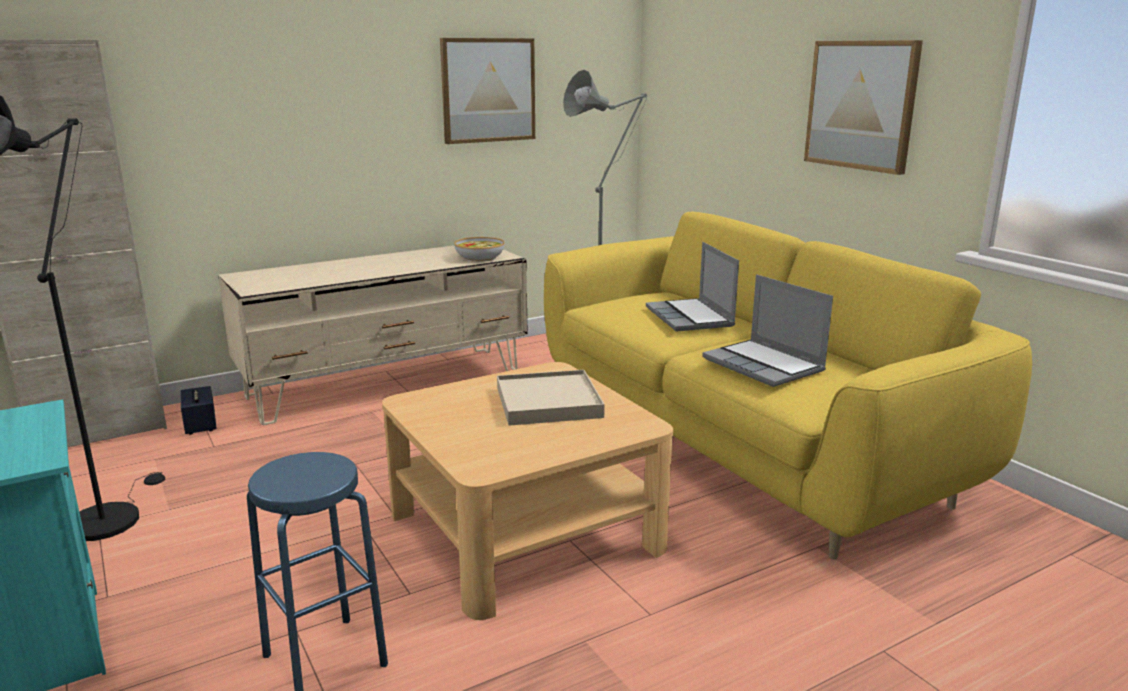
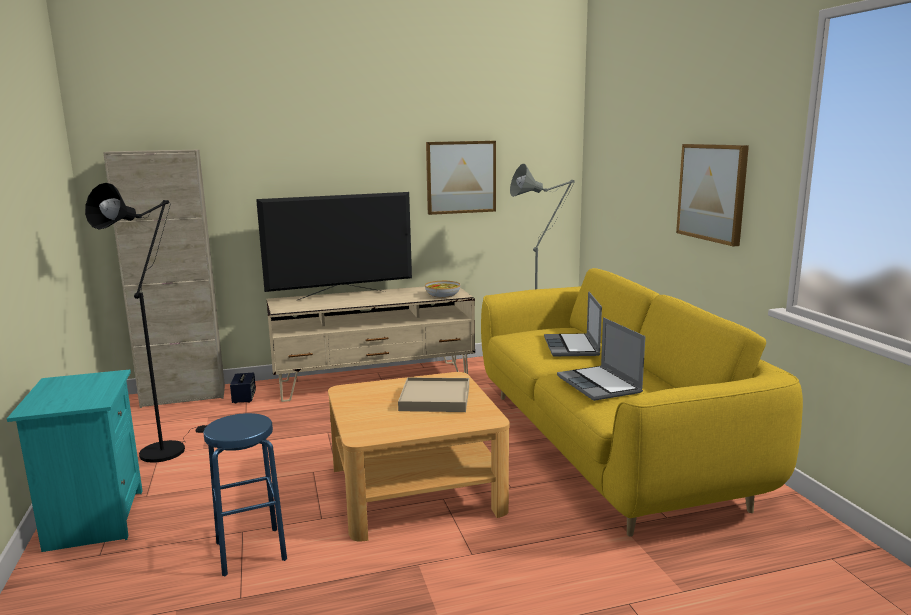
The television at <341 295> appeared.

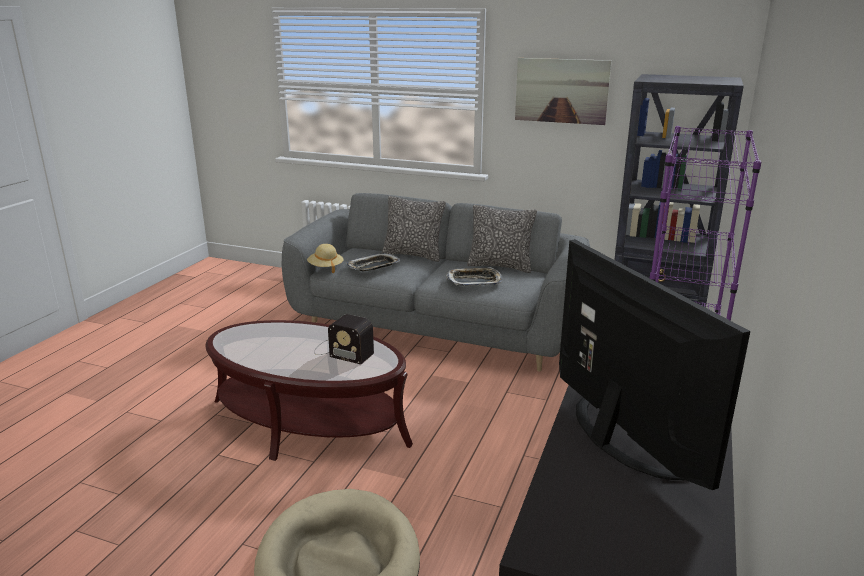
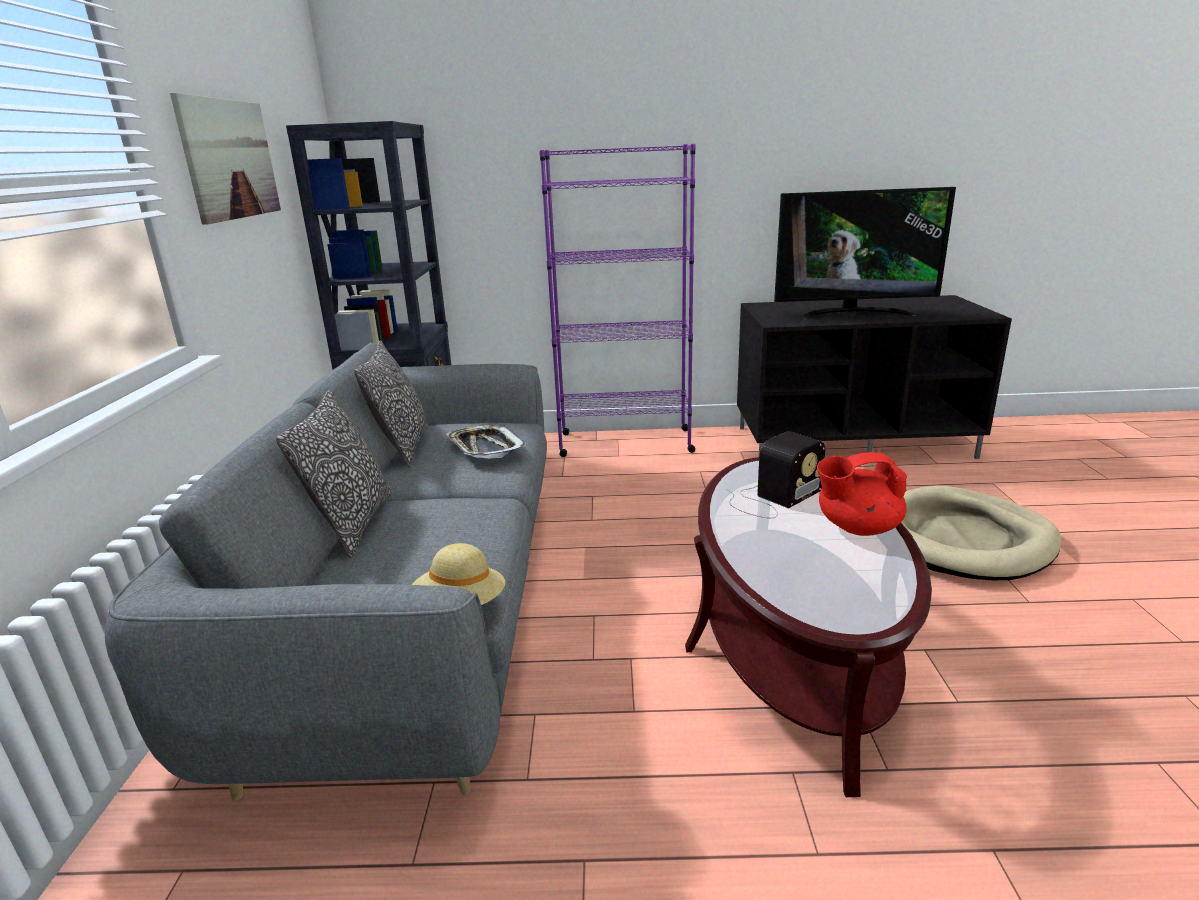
The carrying tray at <373 266> disappeared.
The reddish pot for tea at <857 528> appeared.
The radio receiver at <341 351> turned 45 degrees clockwise.
The television at <615 439> turned 135 degrees counterclockwise.

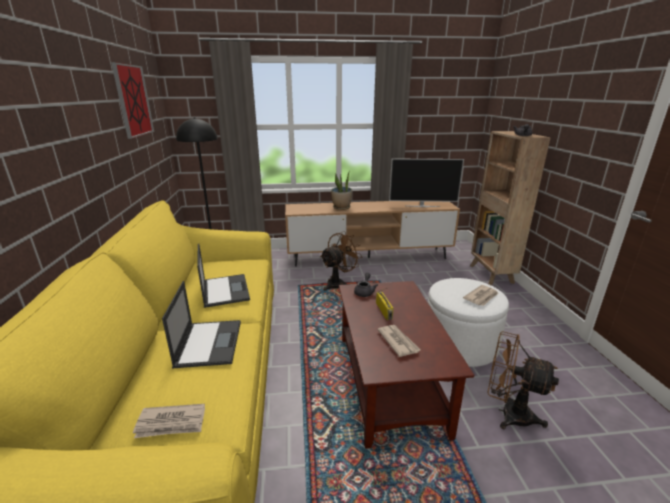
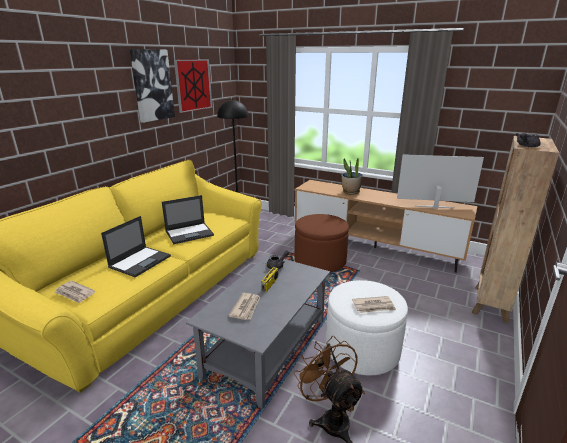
The wall picture at <152 85> appeared.
The brown-coloured electric fan at <339 283> was replaced by the brown-coloured ottoman at <320 261>.
The brown-coloured lounge table at <388 381> became the greyish lounge table at <267 346>.
The portable computer at <225 290> turned 45 degrees clockwise.
The television at <422 206> turned 150 degrees clockwise.

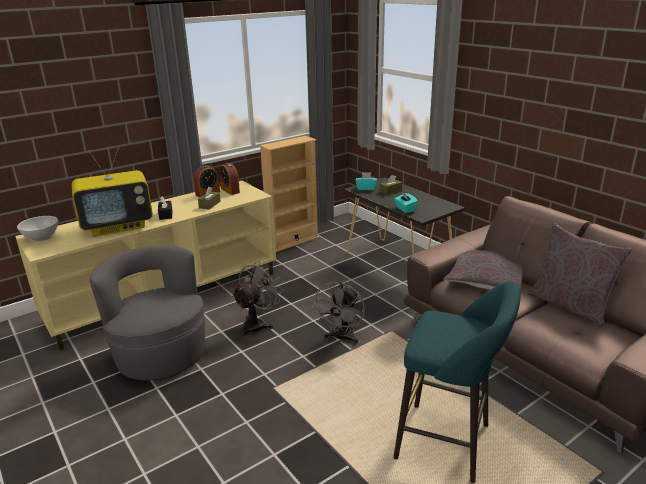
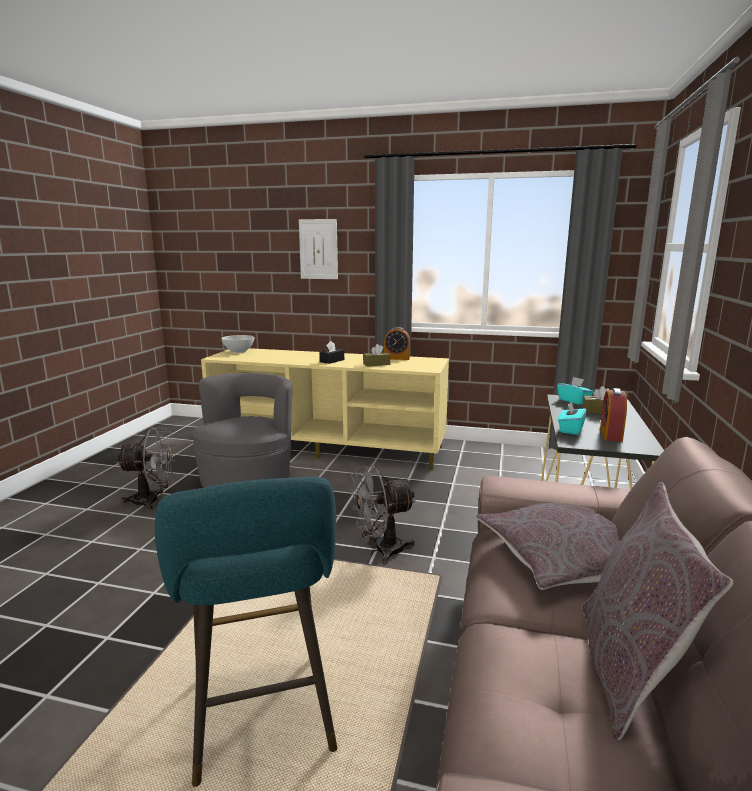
The television at <118 226> disappeared.
The beige-coloured shelving unit at <293 241> disappeared.
The wall picture at <318 249> appeared.
The bedside clock moved from <230 190> to <611 434>.
The greyish electric fan moved from <257 324> to <152 501>.

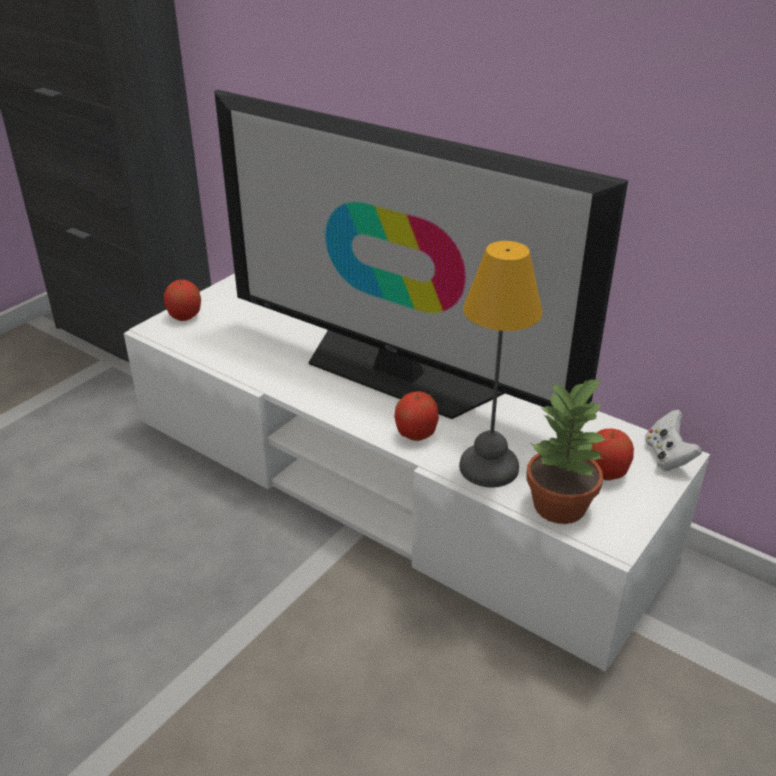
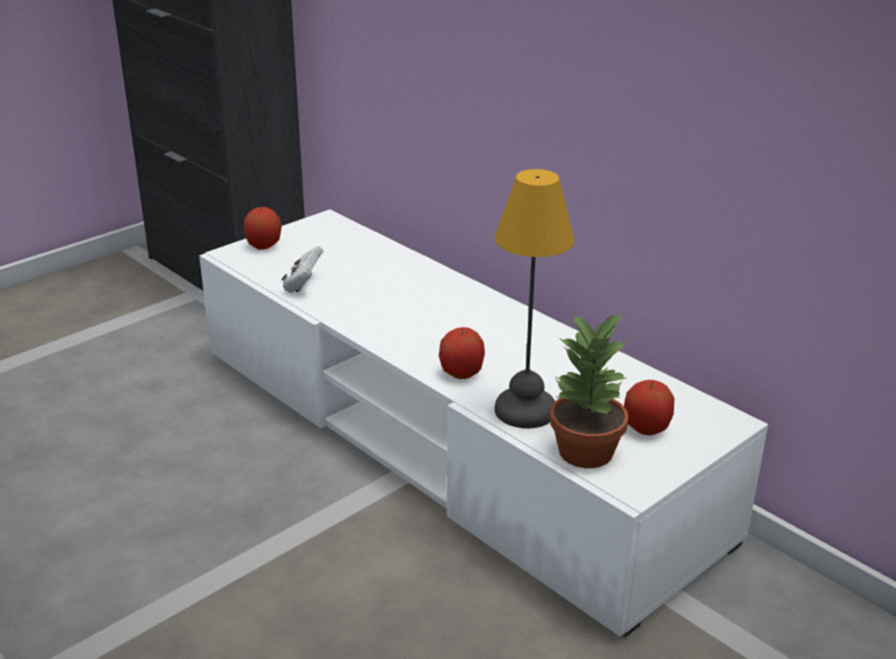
The television at <398 373> disappeared.
The white gamepad moved from <667 456> to <303 285>.

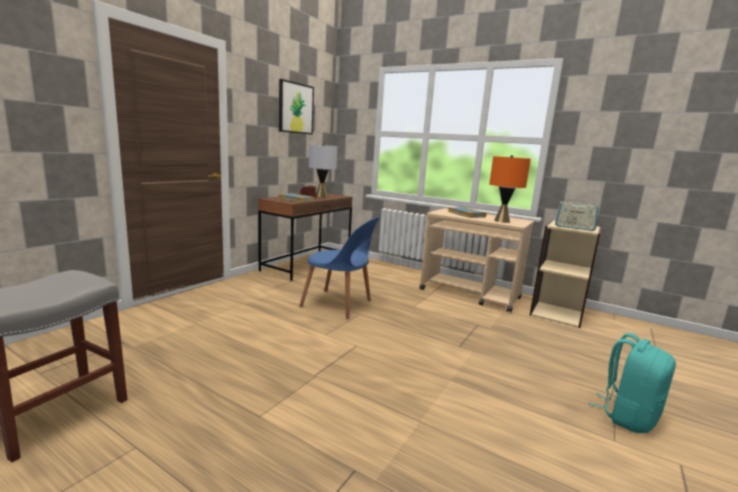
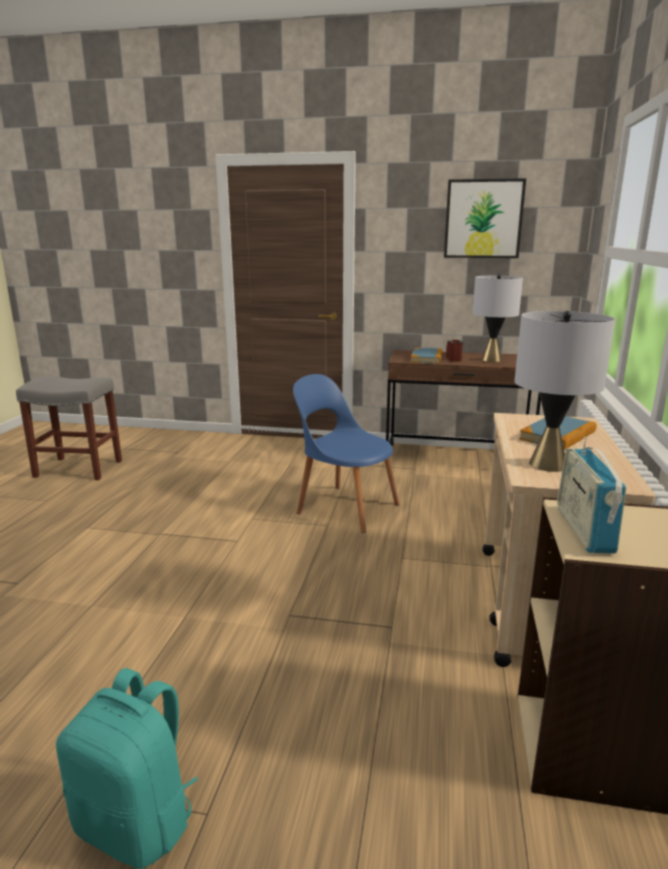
The orangey table lamp at <502 221> became the greyish table lamp at <548 464>.
The bluish upright chair at <339 304> turned 120 degrees clockwise.

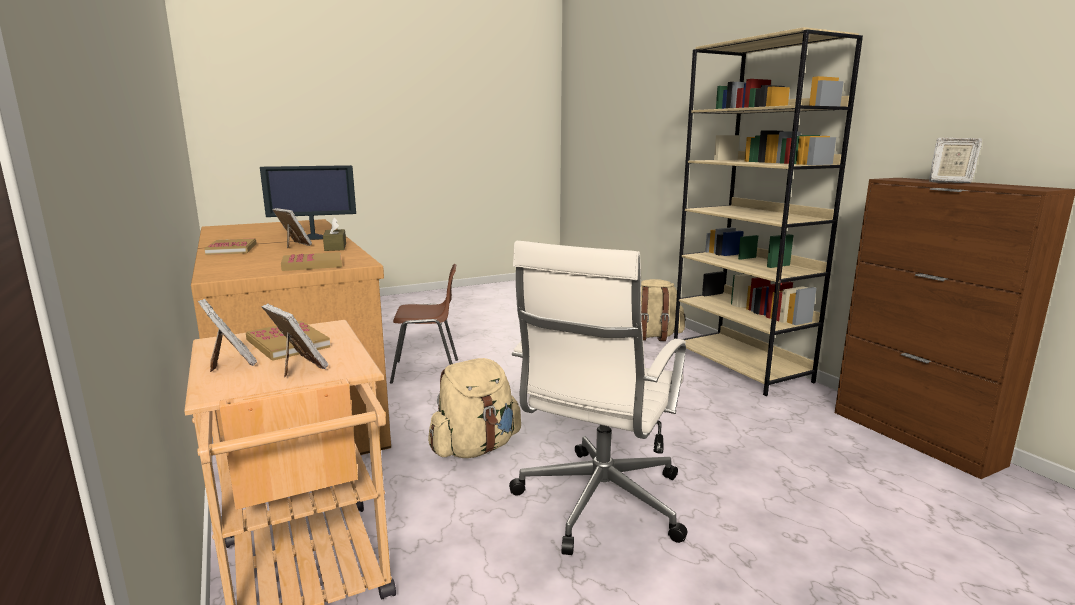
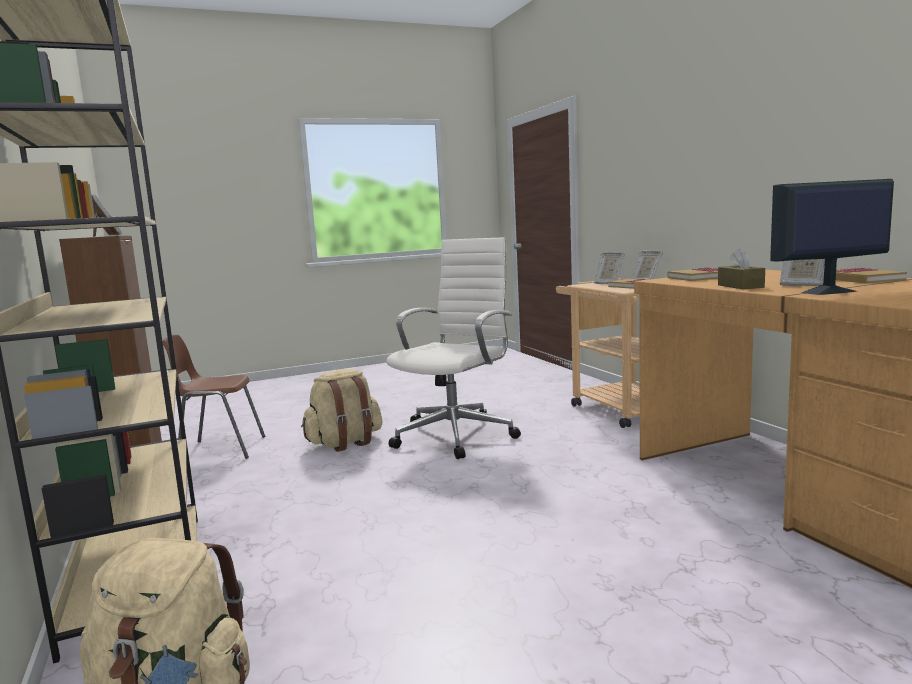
The brown-coloured upright chair moved from <428 371> to <220 449>.
The beige-coloured backpack moved from <475 448> to <345 443>.

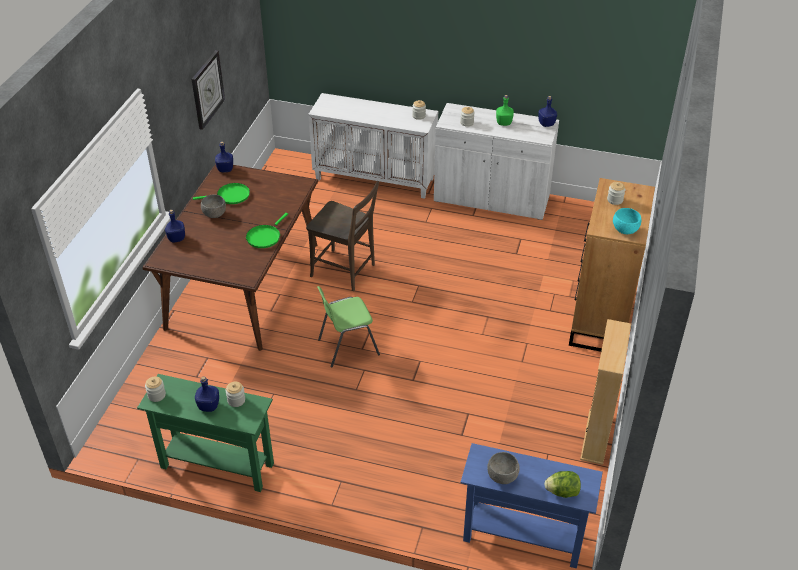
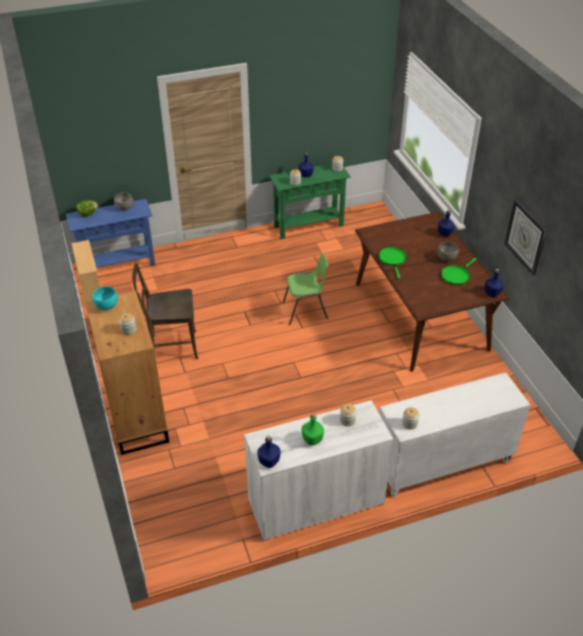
The brown-coloured upright chair moved from <346 271> to <171 347>.
The green-coloured upright chair at <347 347> turned 45 degrees clockwise.

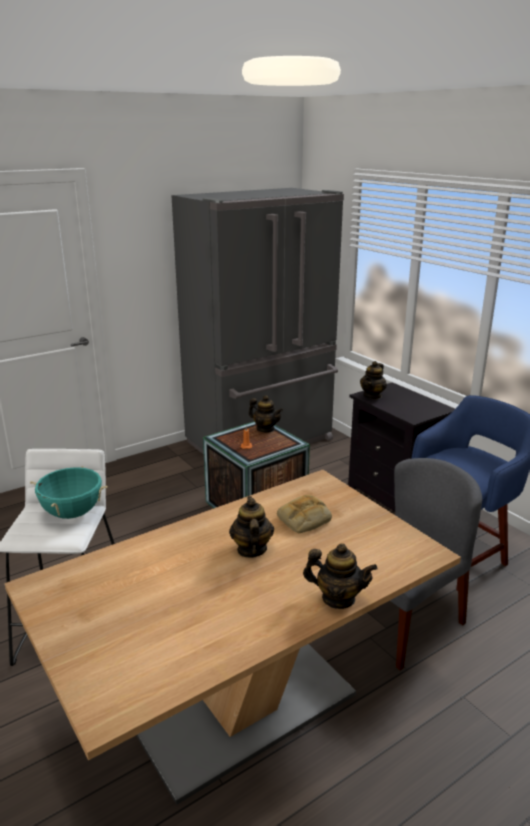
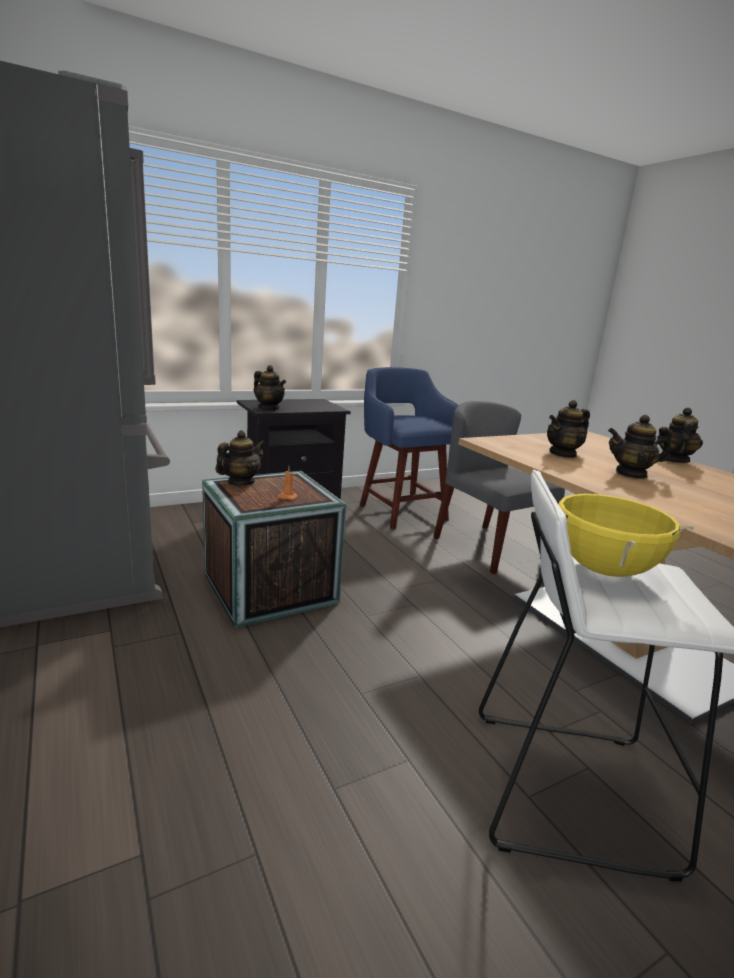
The bakery bread at <304 519> was replaced by the pot for tea at <563 454>.
The turquoise-coloured saucepot at <72 513> became the yellow-coloured saucepot at <603 570>.

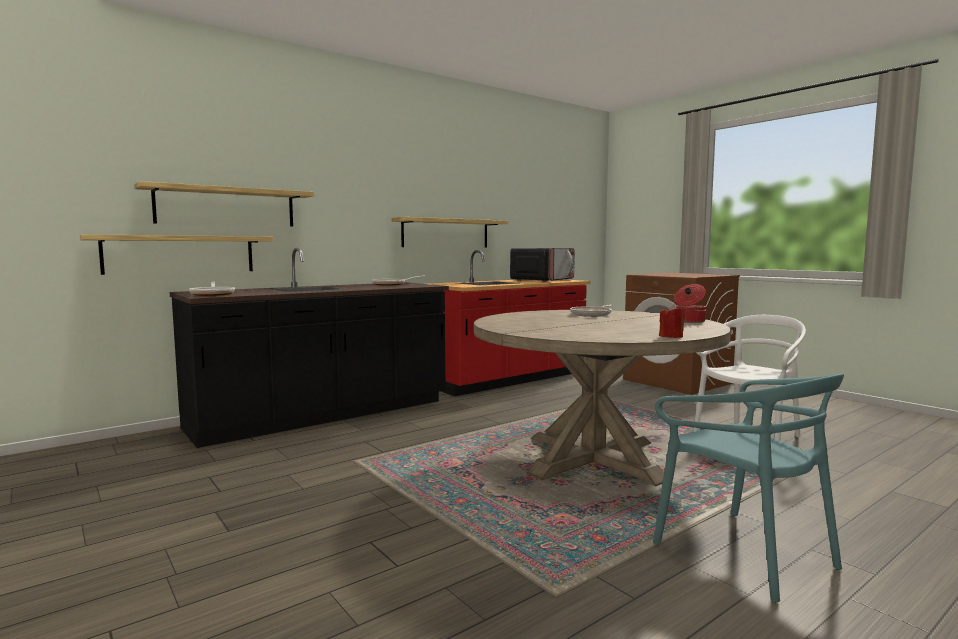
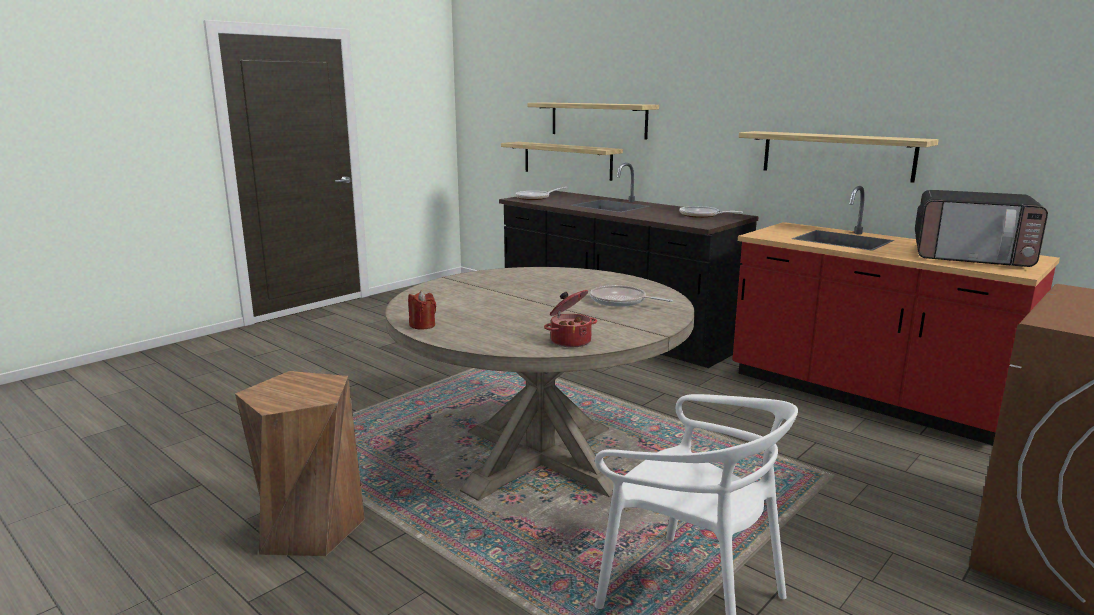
The turquoise-coloured upright chair at <744 552> was replaced by the brown-coloured sitting stool at <309 528>.

